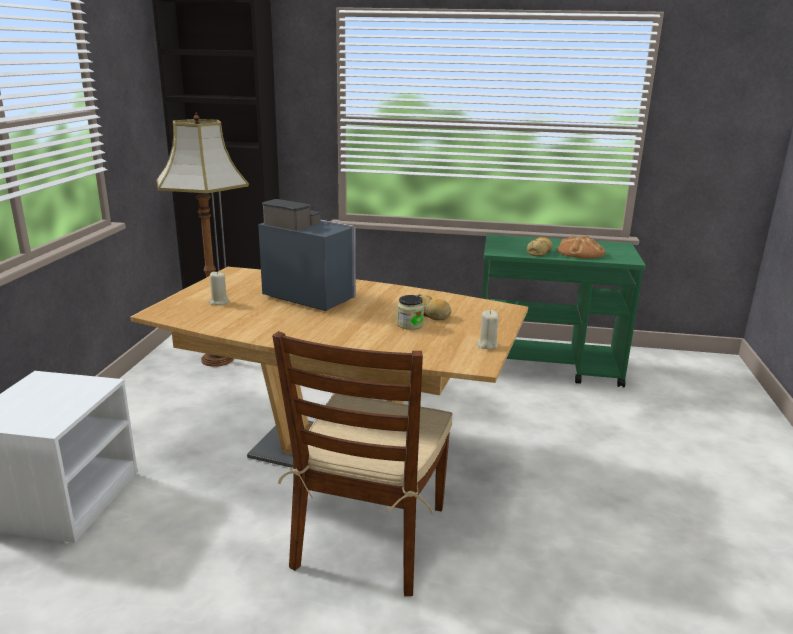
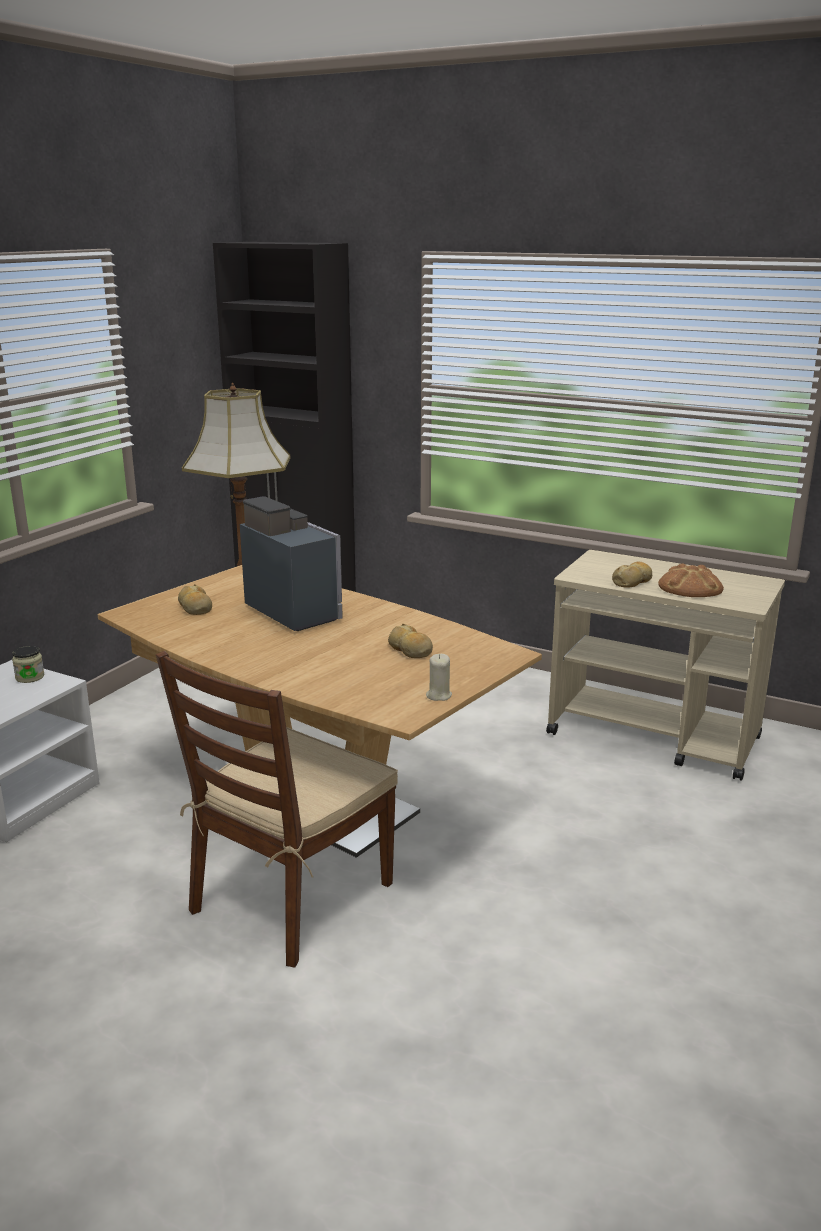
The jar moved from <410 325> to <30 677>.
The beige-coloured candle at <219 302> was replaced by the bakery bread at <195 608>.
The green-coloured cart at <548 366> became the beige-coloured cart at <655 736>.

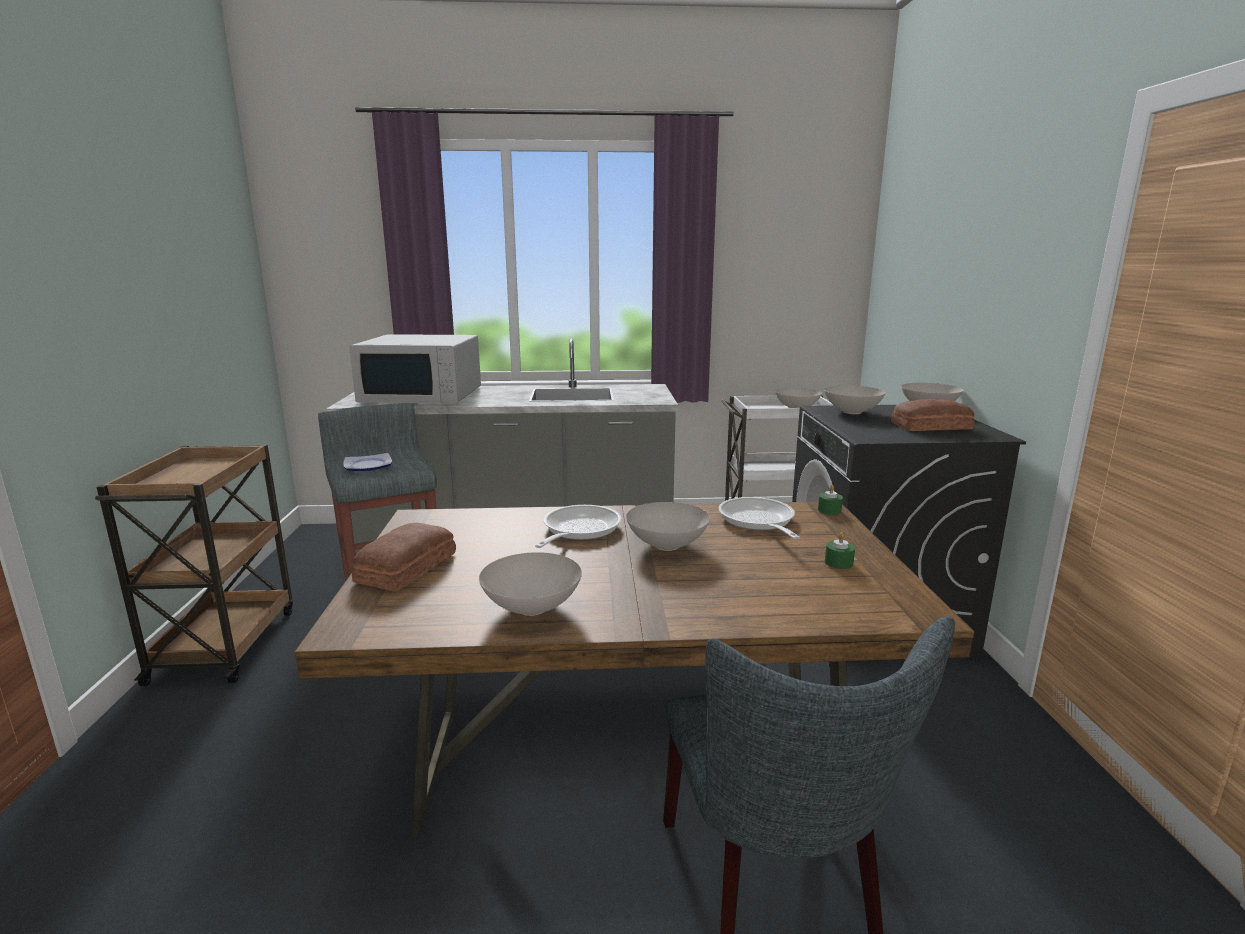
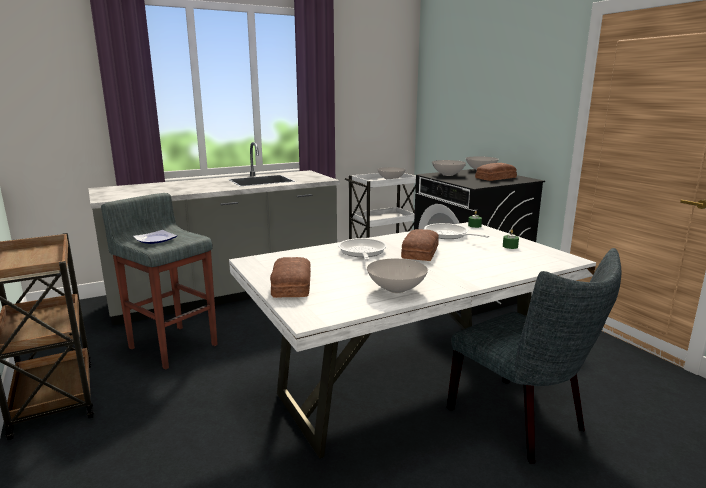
The white microwave oven at <423 395> disappeared.
The white deep dish at <668 545> was replaced by the bakery bread at <421 252>.
The brown-coloured dining table at <627 764> became the white dining table at <405 389>.

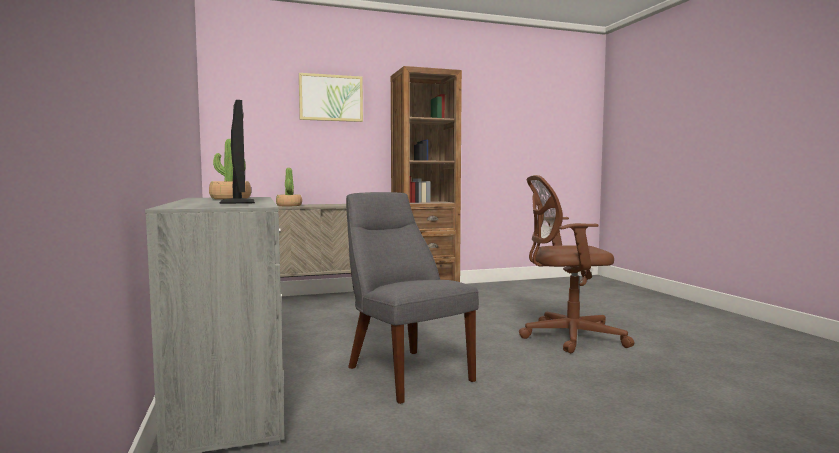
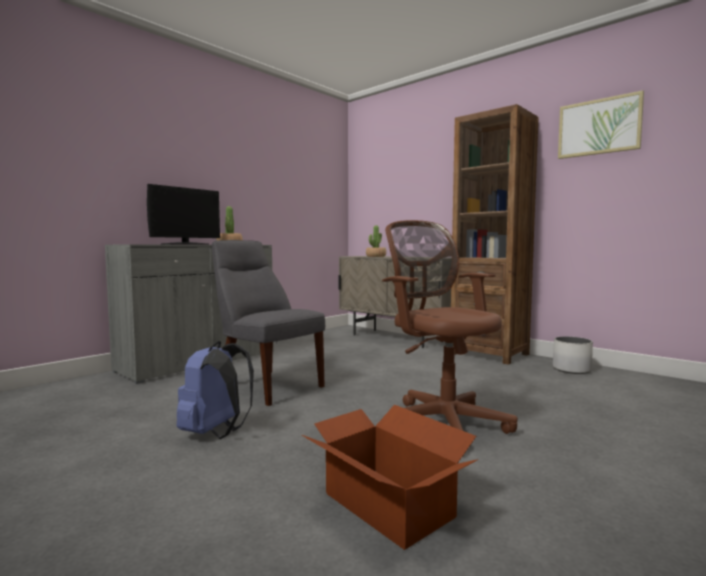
The bluish backpack at <216 433> appeared.
The carton at <387 506> appeared.
The white flower pot at <571 369> appeared.
The wall picture moved from <331 98> to <599 127>.
The greyish upright chair at <405 372> turned 75 degrees counterclockwise.

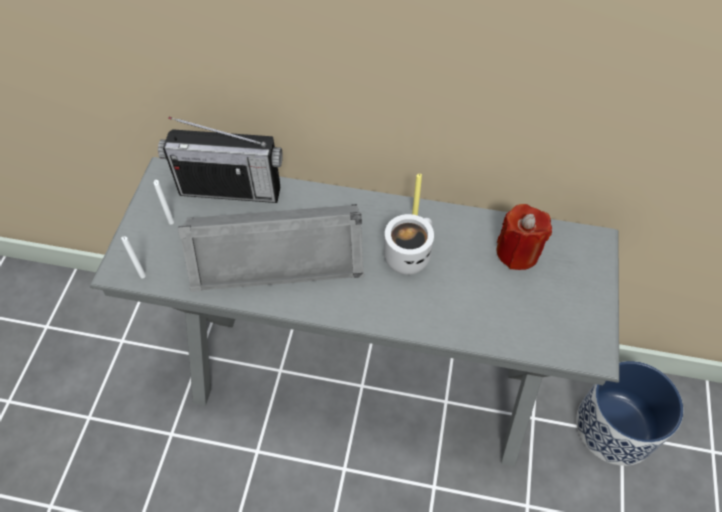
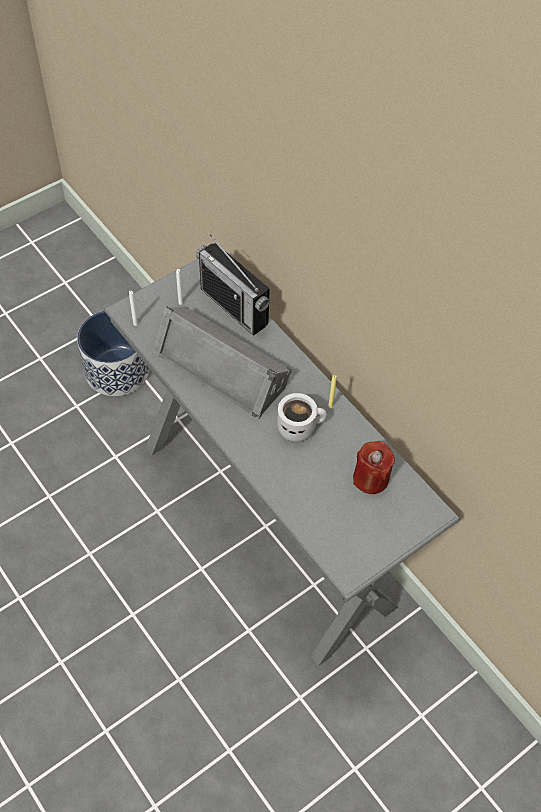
The flower pot moved from <614 427> to <116 371>.

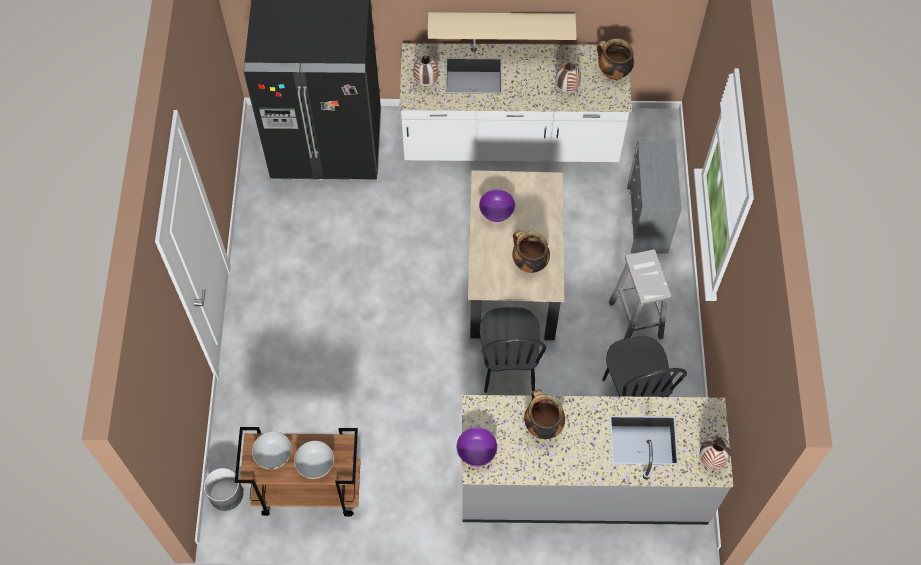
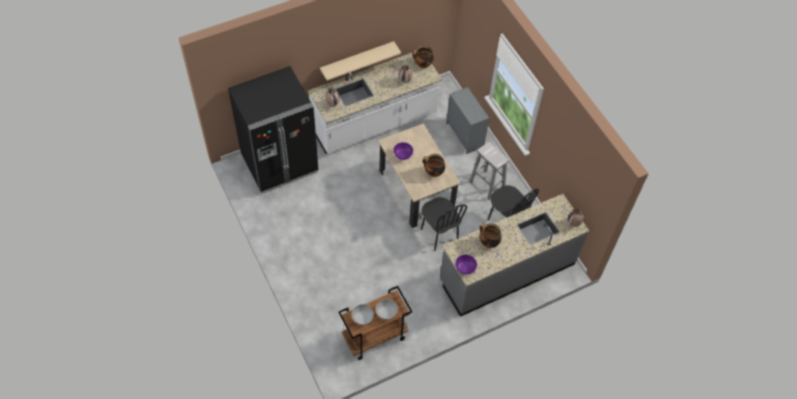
The greyish flower pot at <226 494> disappeared.

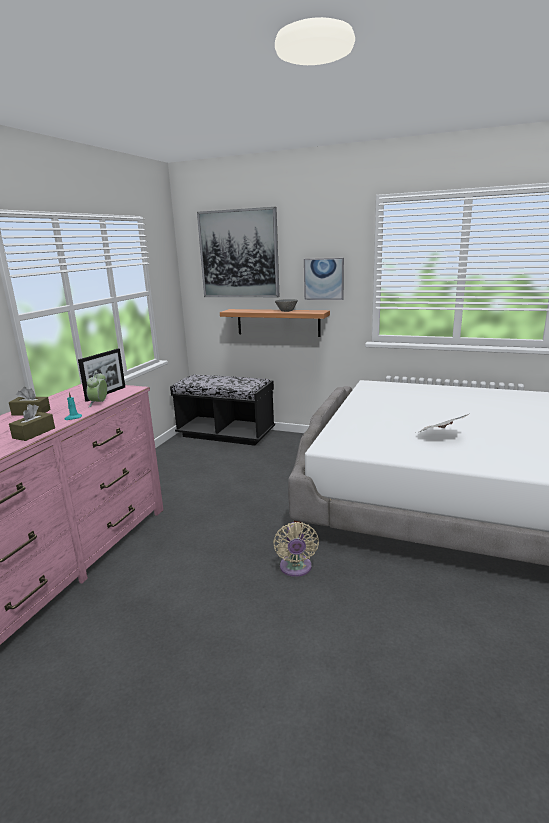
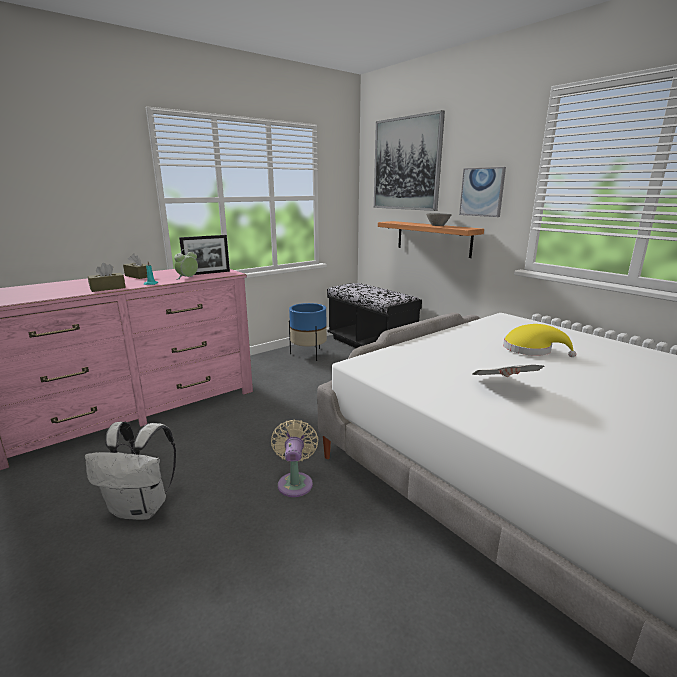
The white backpack at <142 508> appeared.
The bluish flower pot at <309 354> appeared.
The yellow-coloured hat at <531 350> appeared.
The beige-coloured electric fan at <296 568> turned 150 degrees clockwise.

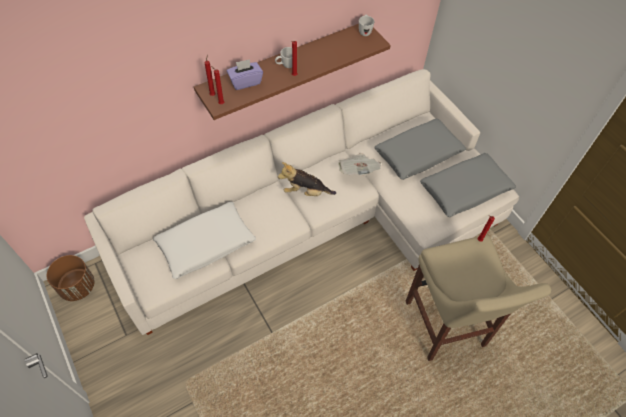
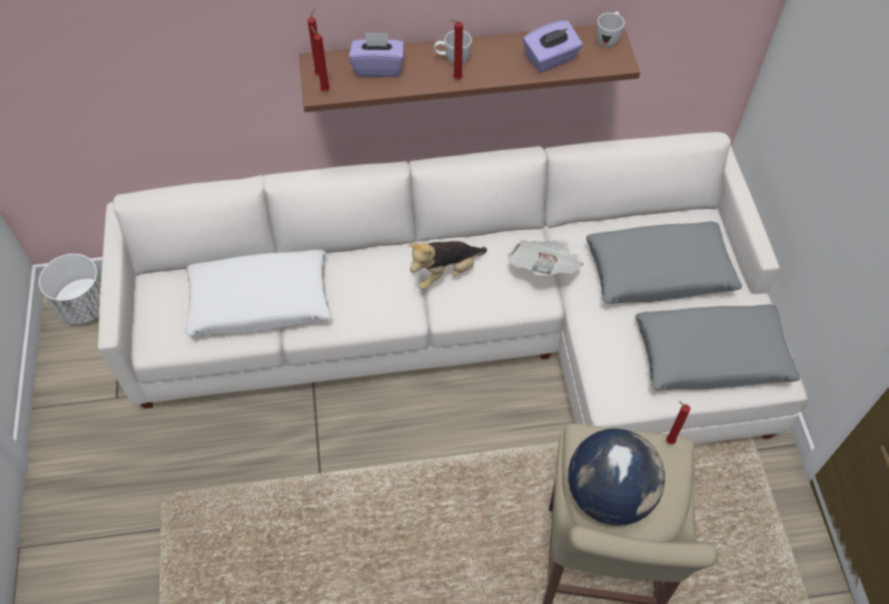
The purplish box of tissues at <551 59> appeared.
The desk globe at <610 494> appeared.
The brown-coloured flower pot at <78 286> became the white flower pot at <85 305>.
The plush toy at <305 192> turned 60 degrees counterclockwise.

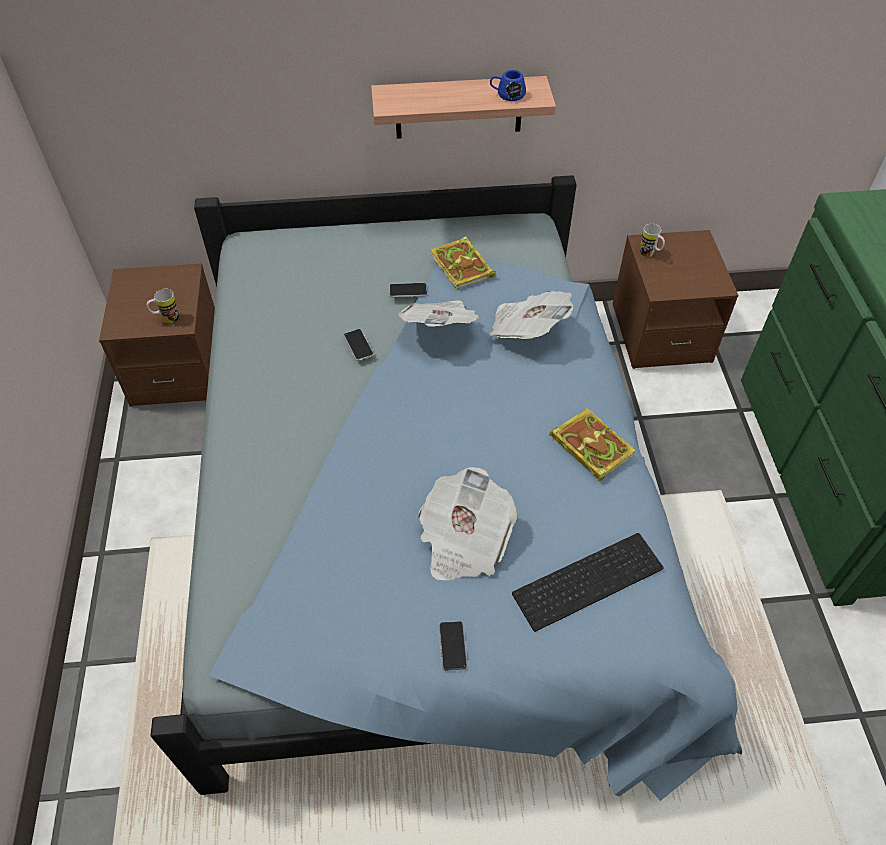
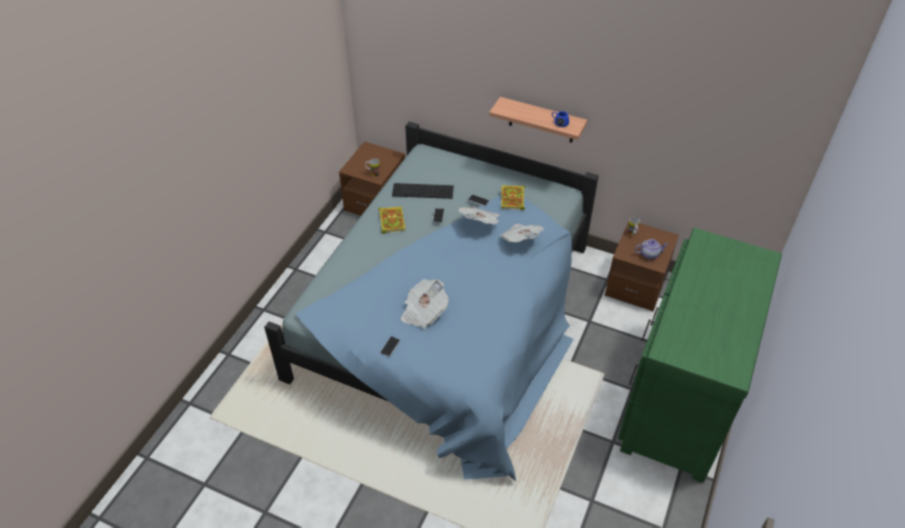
The pot for tea at <649 254> appeared.
The PC keyboard moved from <587 578> to <423 190>.
The bound book moved from <589 445> to <391 220>.

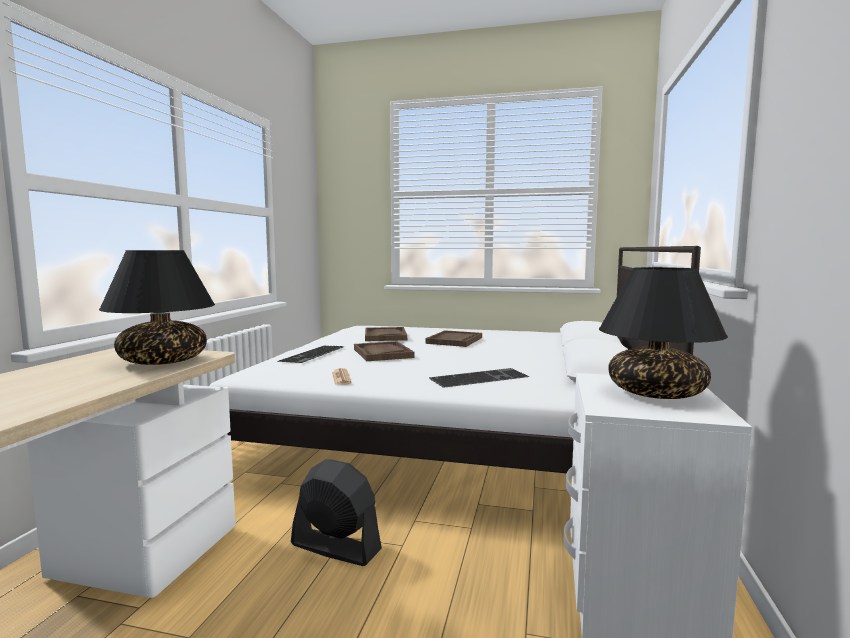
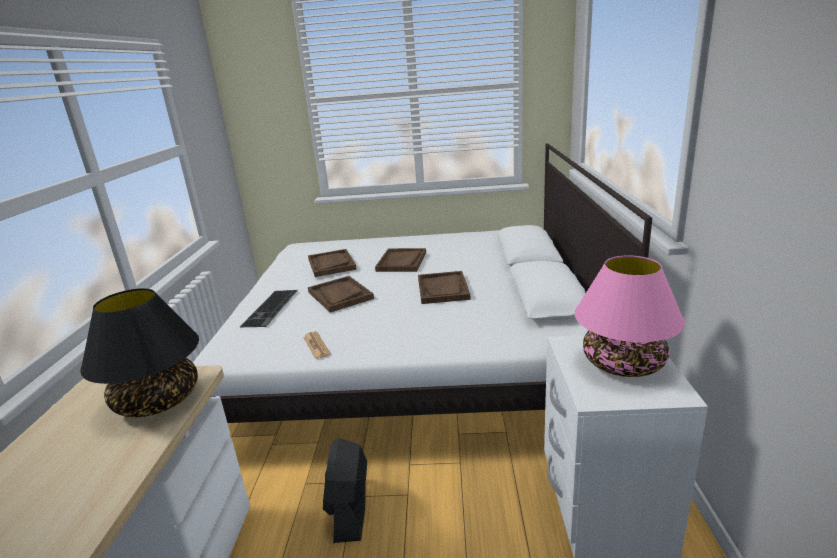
The PC keyboard at <479 377> disappeared.
The brown-coloured carrying tray at <443 289> appeared.
The black-coloured table lamp at <657 393> became the pinkish table lamp at <623 363>.
The black-coloured electric fan at <335 547> turned 105 degrees counterclockwise.

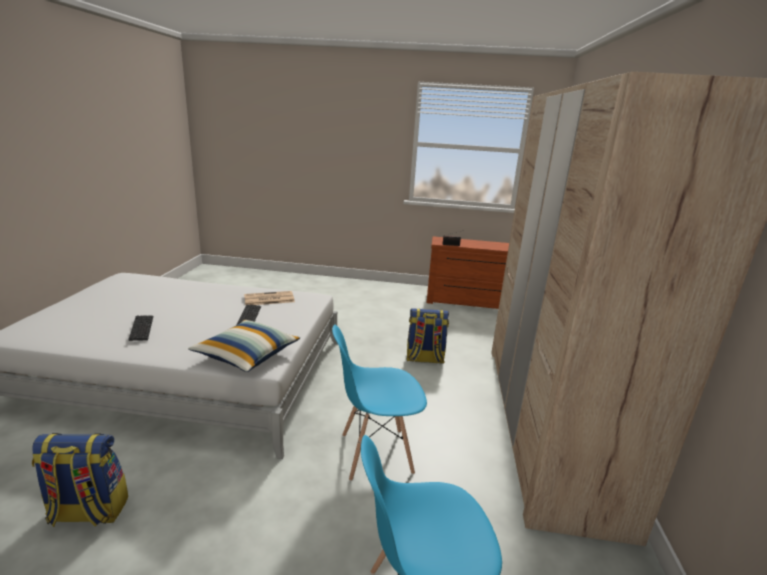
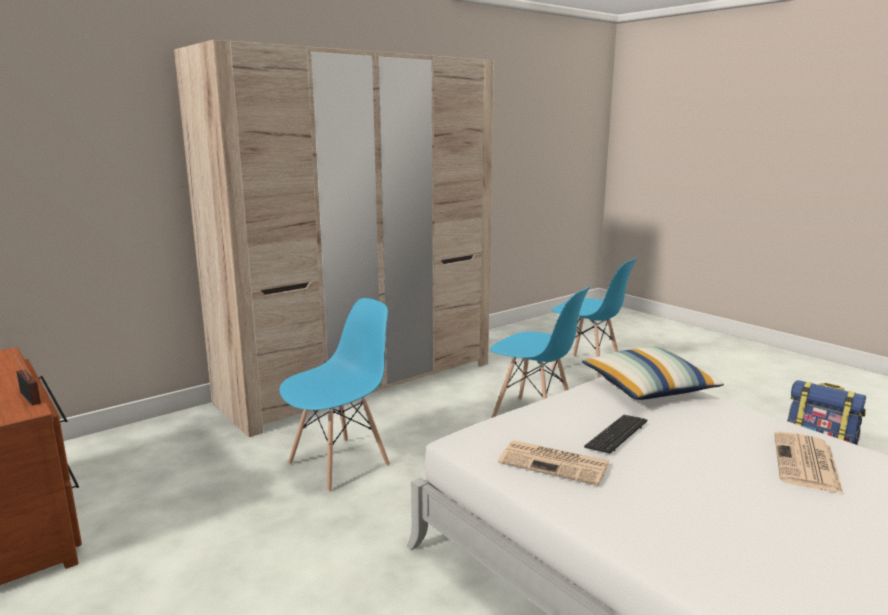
The PC keyboard at <141 329> was replaced by the newspaper at <807 463>.
The backpack at <424 359> was replaced by the bluish upright chair at <340 464>.

